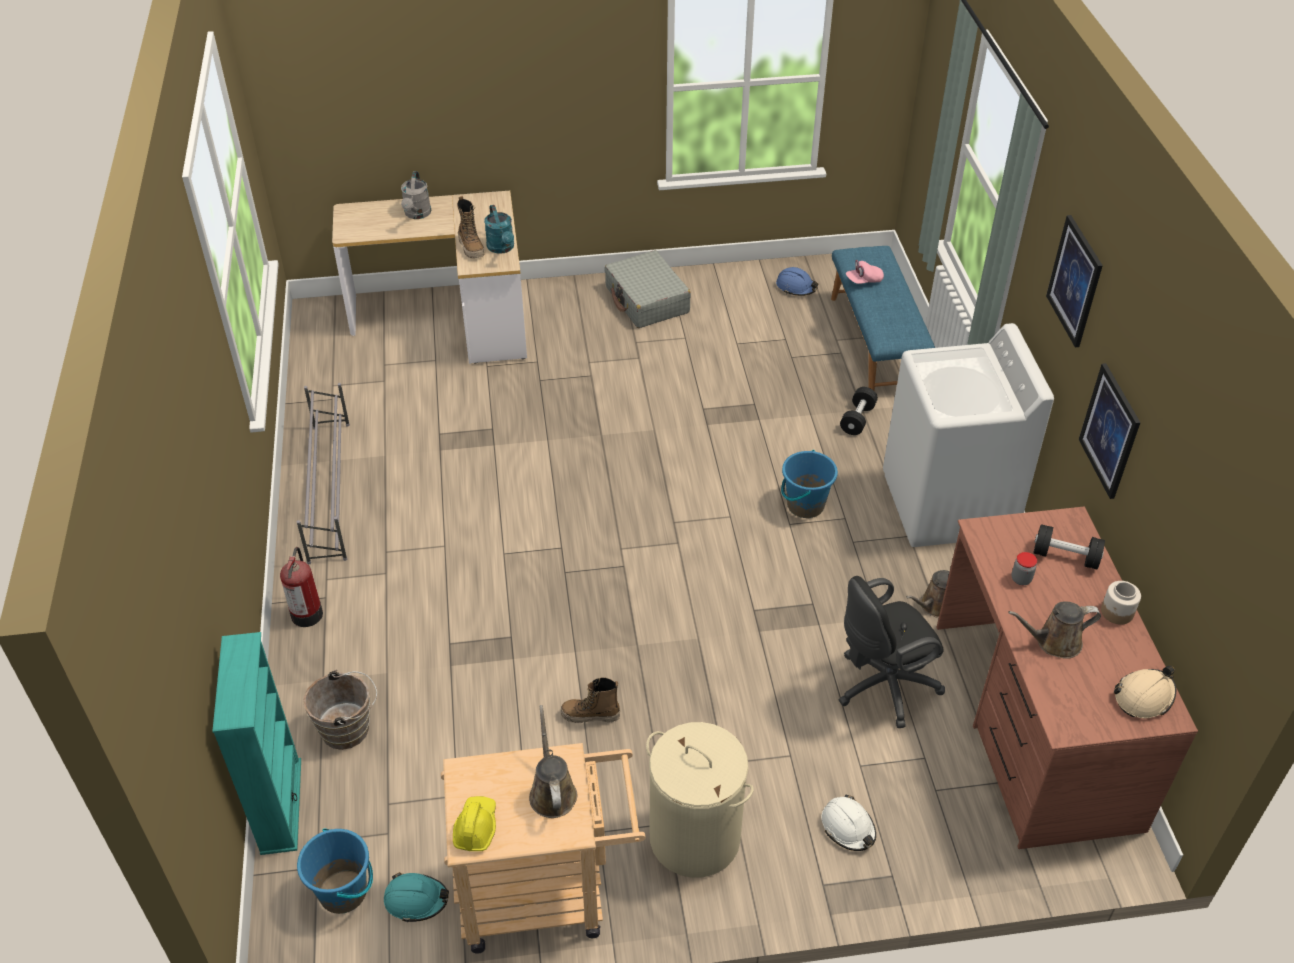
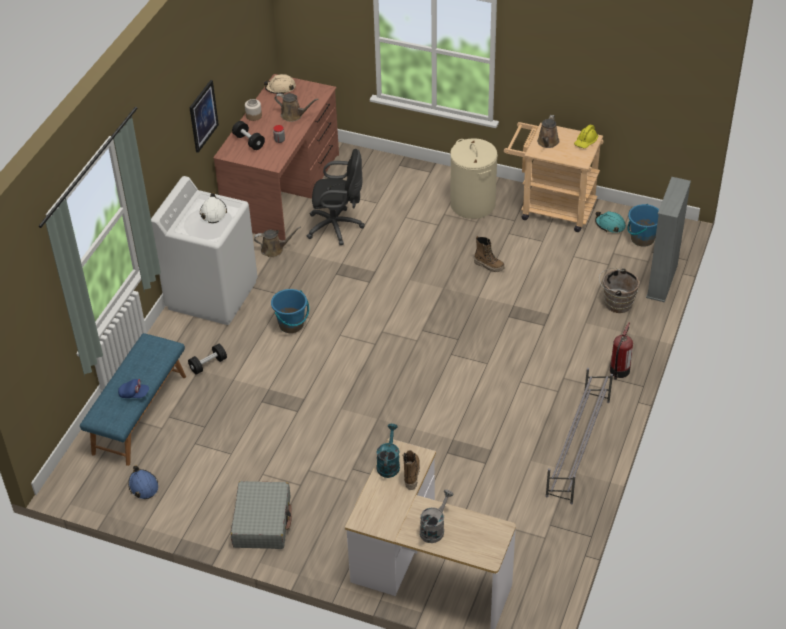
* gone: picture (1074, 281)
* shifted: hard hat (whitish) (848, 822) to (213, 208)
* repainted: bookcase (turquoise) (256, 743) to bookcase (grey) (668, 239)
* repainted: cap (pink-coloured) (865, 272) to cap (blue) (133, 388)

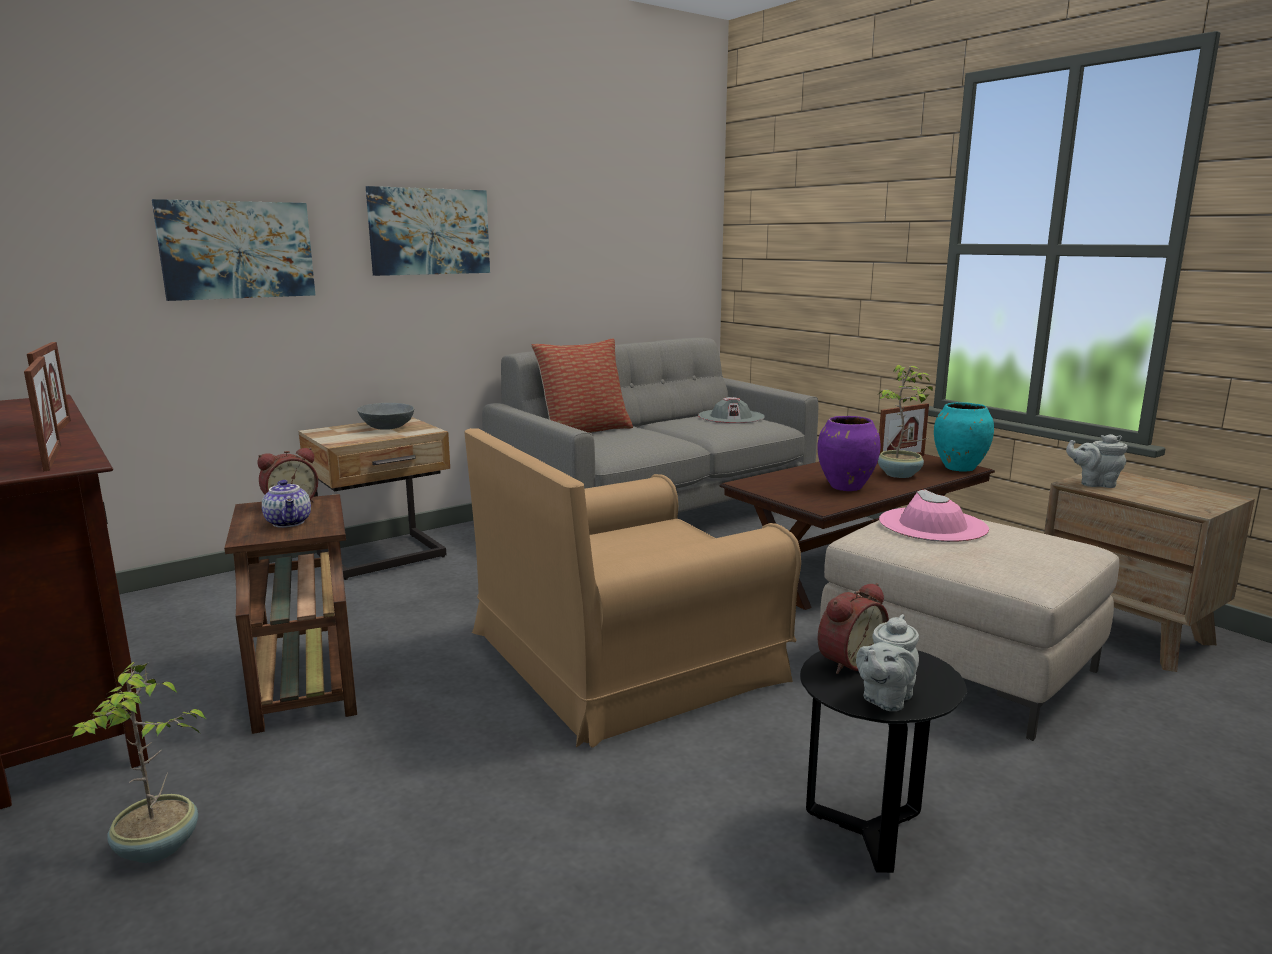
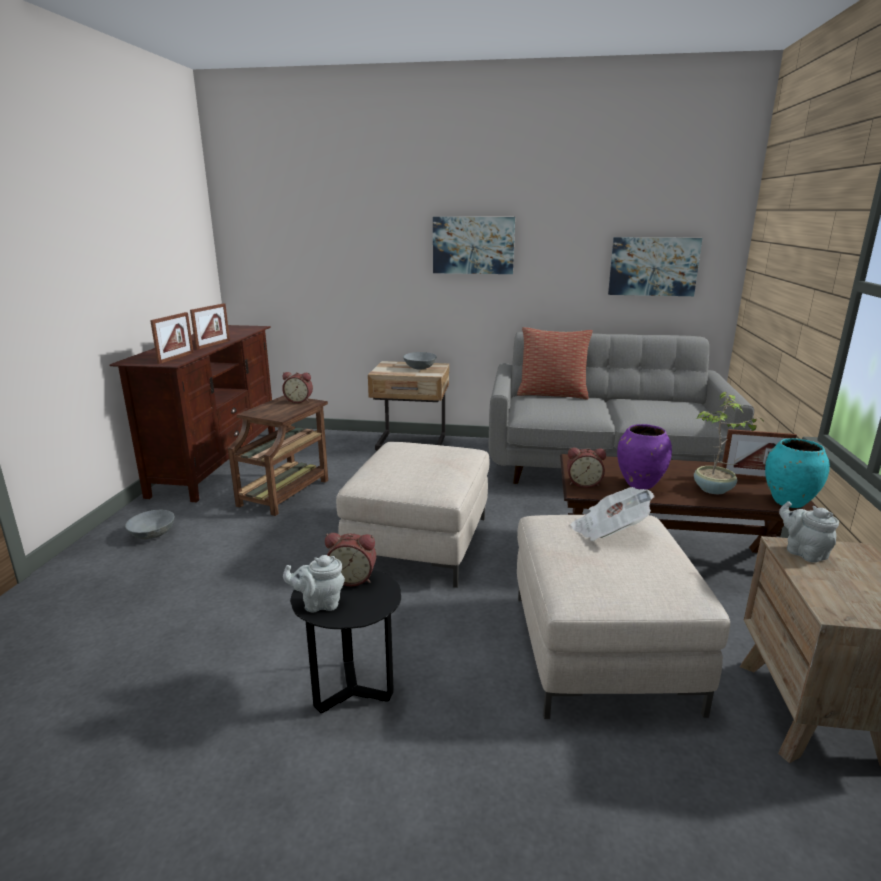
* gone: teapot (286, 504)
* gone: hat (grey) (731, 410)
* new: bedside clock (586, 467)
* shifted: picture (233, 250) to (655, 266)
* swapped: potted plant (139, 762) to bowl (grey) (149, 525)
* swapped: lounge chair (brown-coloured) (632, 588) to footrest (sand-coloured) (412, 515)
* swapped: hat (pink-coloured) (934, 516) to daily paper (612, 514)

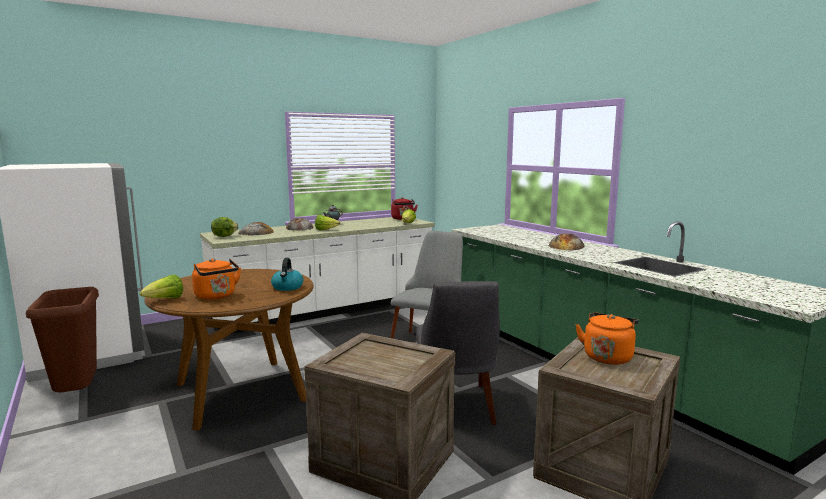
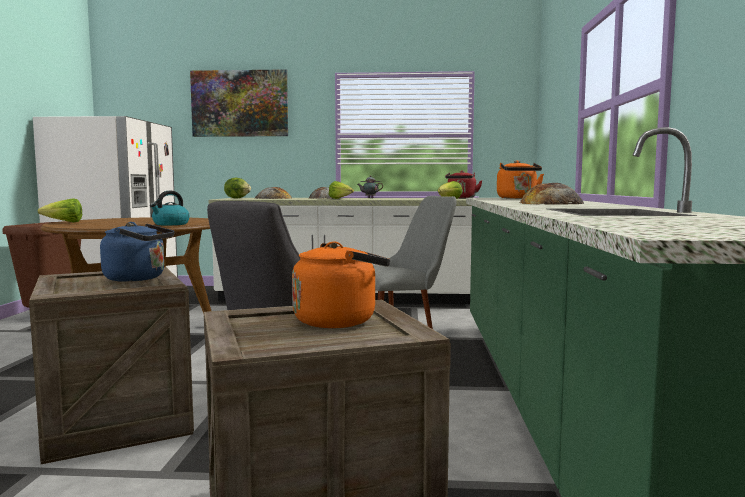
* new: water kettle (blue) (137, 252)
* new: picture (239, 103)
* shifted: water kettle (orangey) (216, 279) to (520, 179)

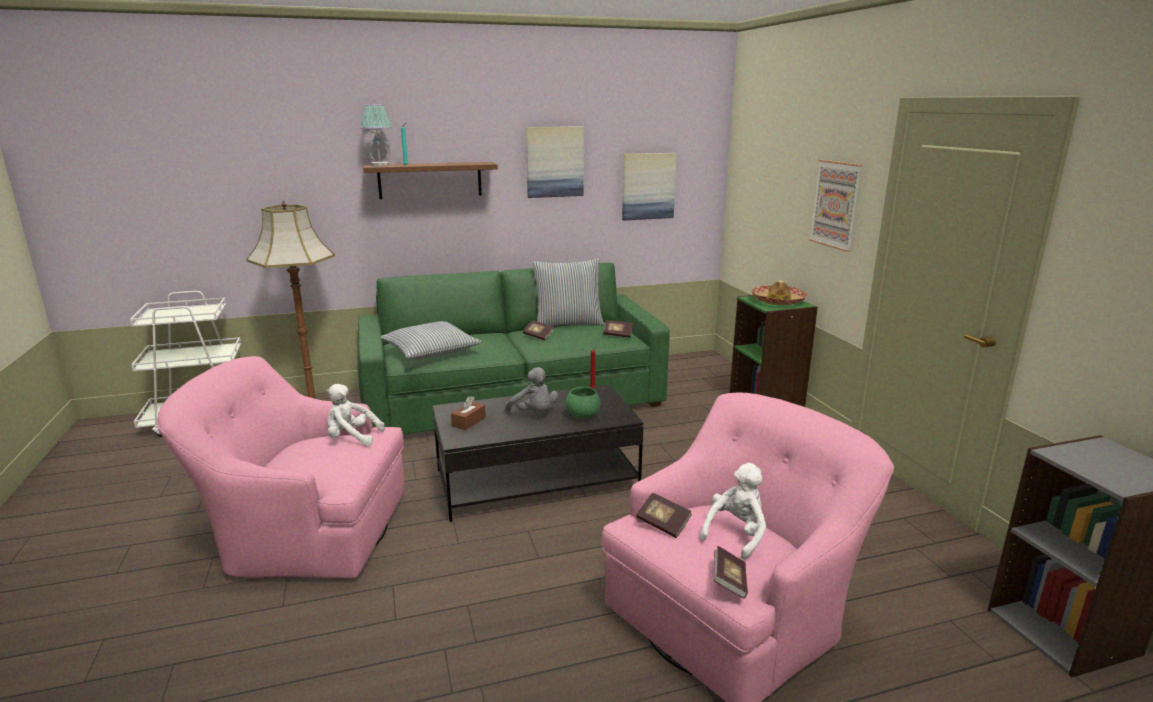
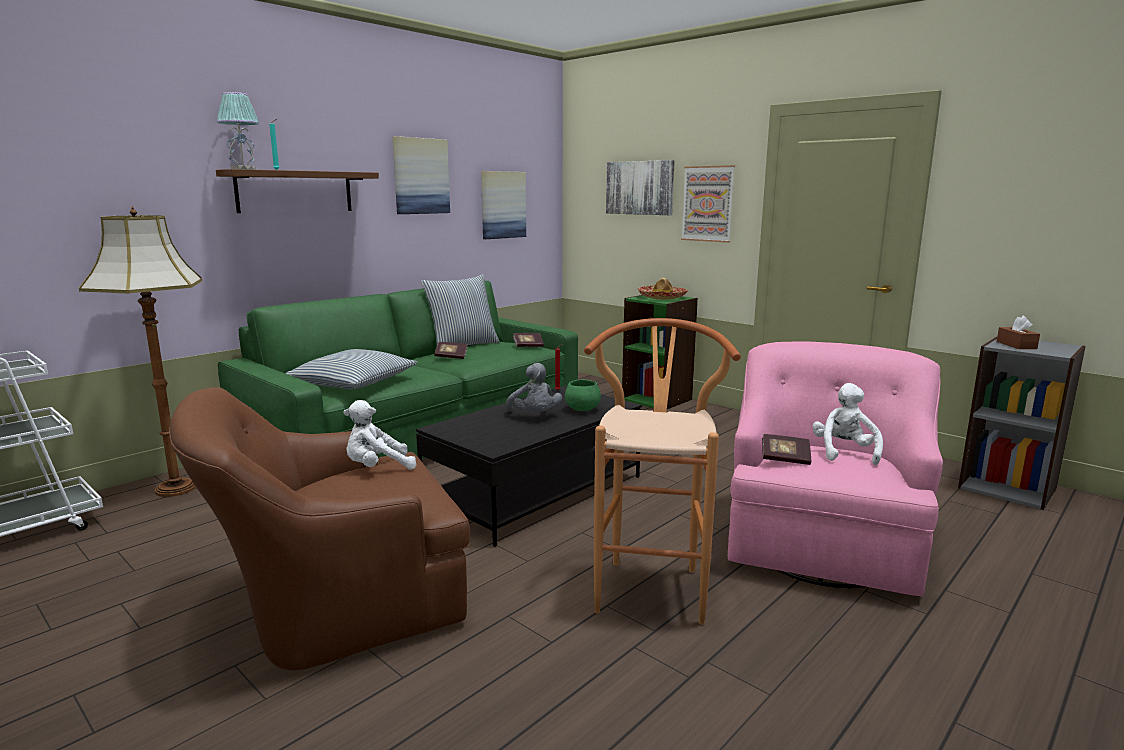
* gone: bound book (731, 572)
* new: stool (brown-coloured) (662, 471)
* new: picture (640, 187)
* shifted: tissue holder (brown-coloured) (468, 413) to (1018, 332)
* repainted: lounge chair (pink-coloured) (280, 467) to lounge chair (brown-coloured) (319, 528)
* rotated: cuddly toy (grey) (531, 389) = (534, 387) 45 degrees clockwise

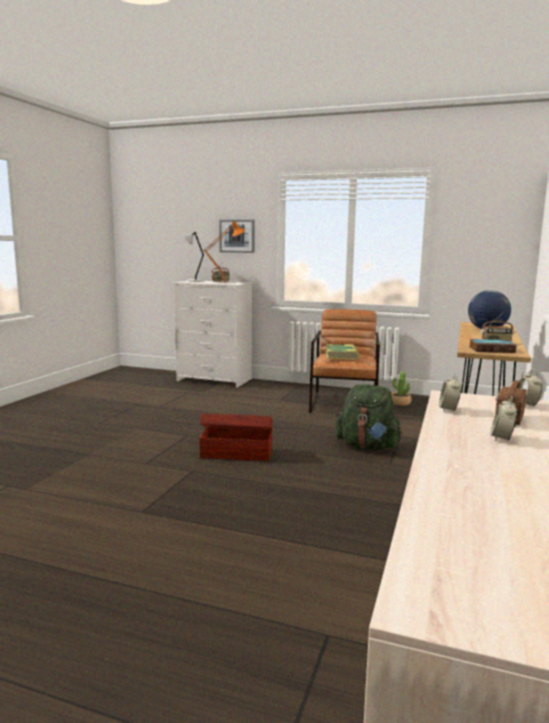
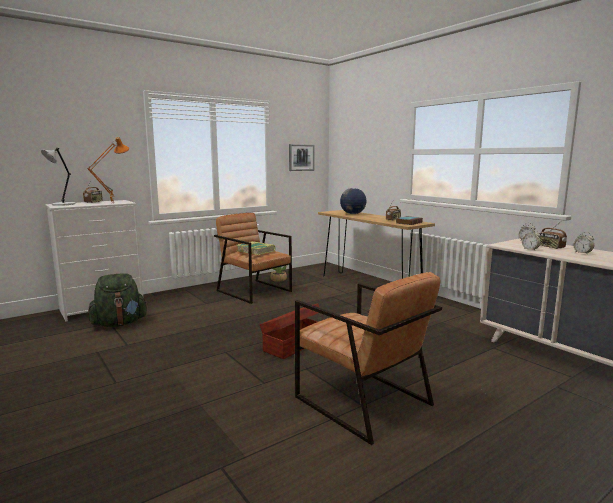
* new: lounge chair (brown-coloured) (368, 358)
* shifted: picture (237, 236) to (302, 157)
* shifted: rucksack (greenish) (369, 417) to (118, 300)

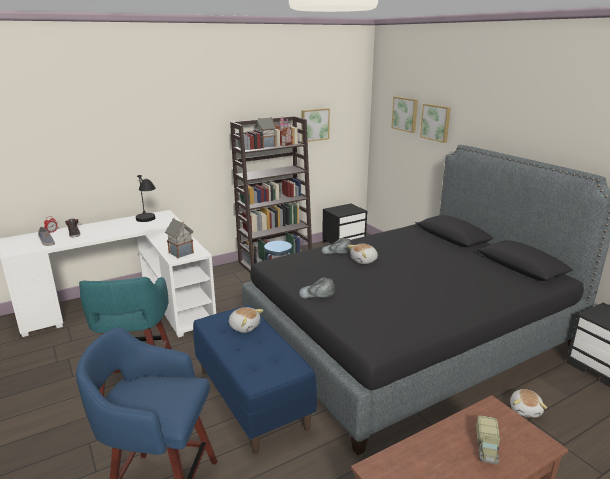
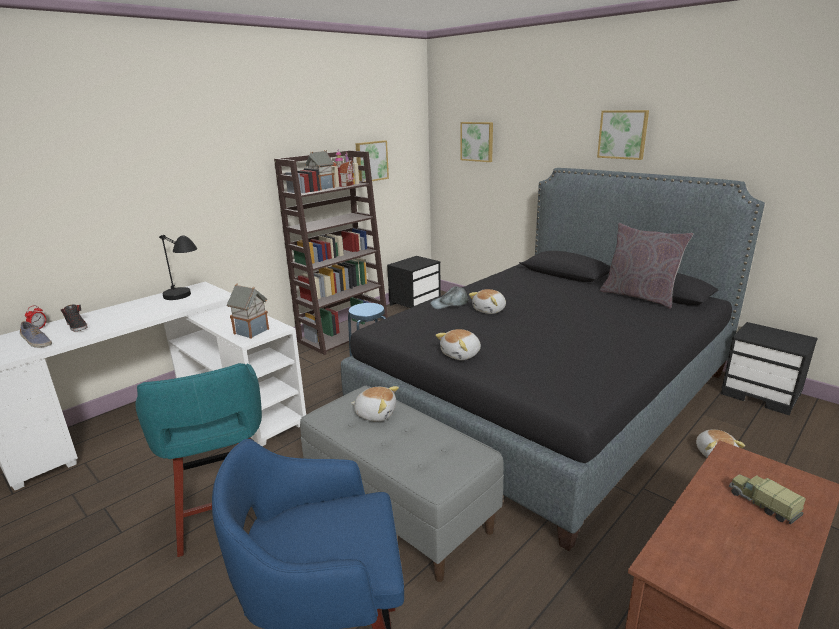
* new: cushion (grey) (646, 266)
* shifted: picture (435, 123) to (623, 135)
* swapped: cap (grey) (317, 288) to cuddly toy (458, 344)
* repainted: indoor bench (blue) (255, 379) to indoor bench (grey) (402, 484)
* rotated: toy truck (488, 439) = (767, 499) 150 degrees clockwise

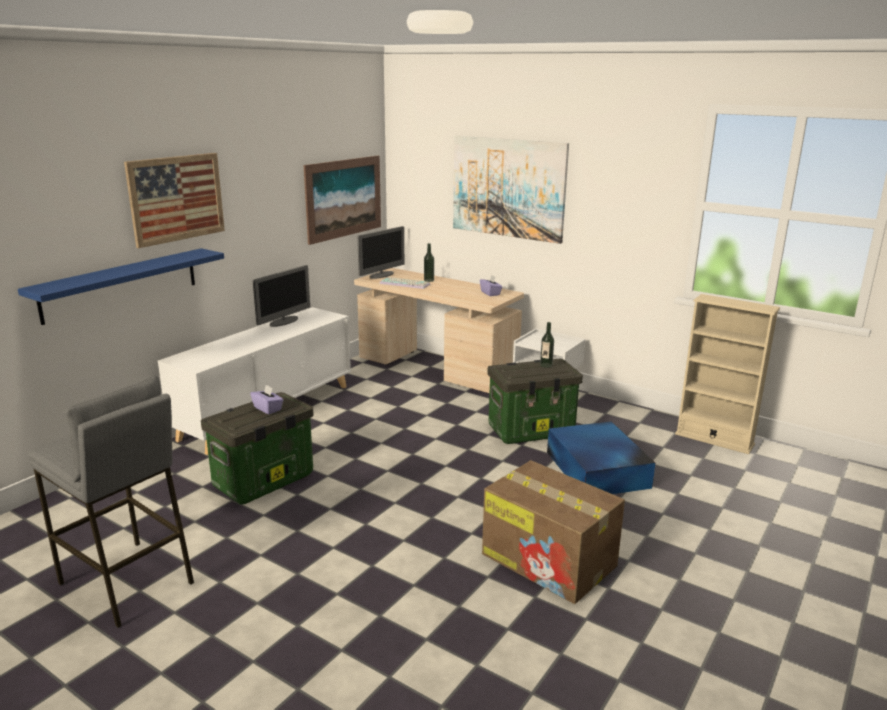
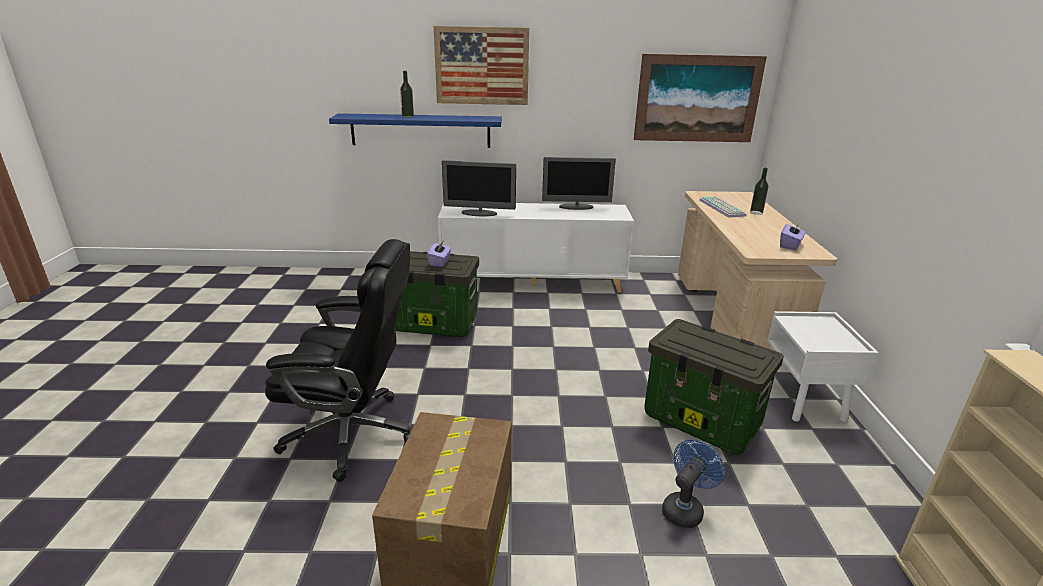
* gone: stool (grey) (111, 501)
* gone: picture (511, 190)
* new: desk chair (black-coloured) (338, 360)
* shifted: monitor (381, 252) to (479, 188)
* shifted: bottle (547, 345) to (407, 94)
* swapped: storage bin (blue) (601, 457) to fan (blue) (693, 484)

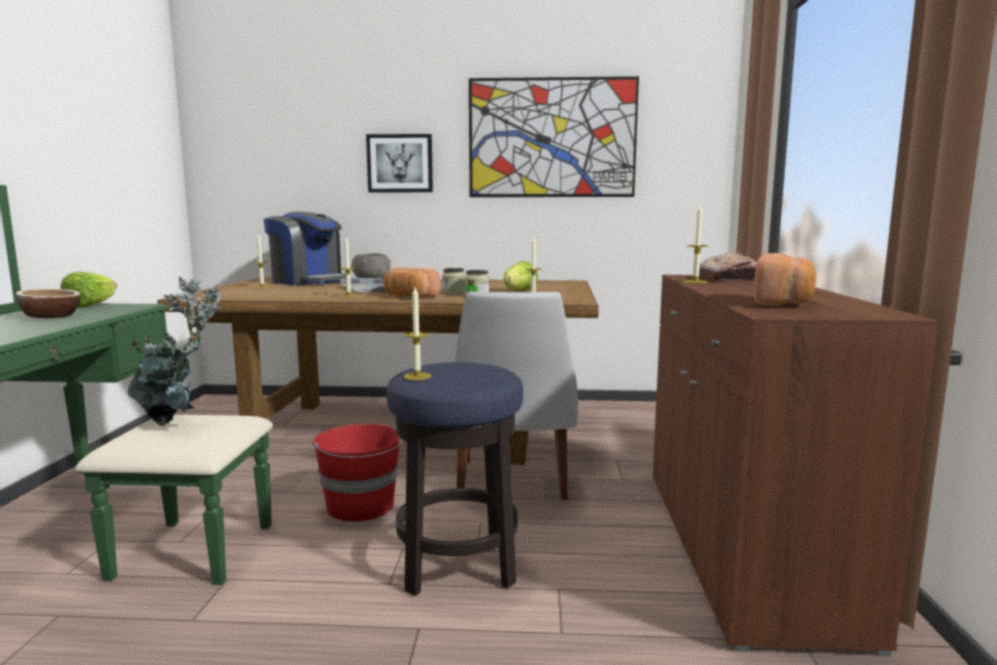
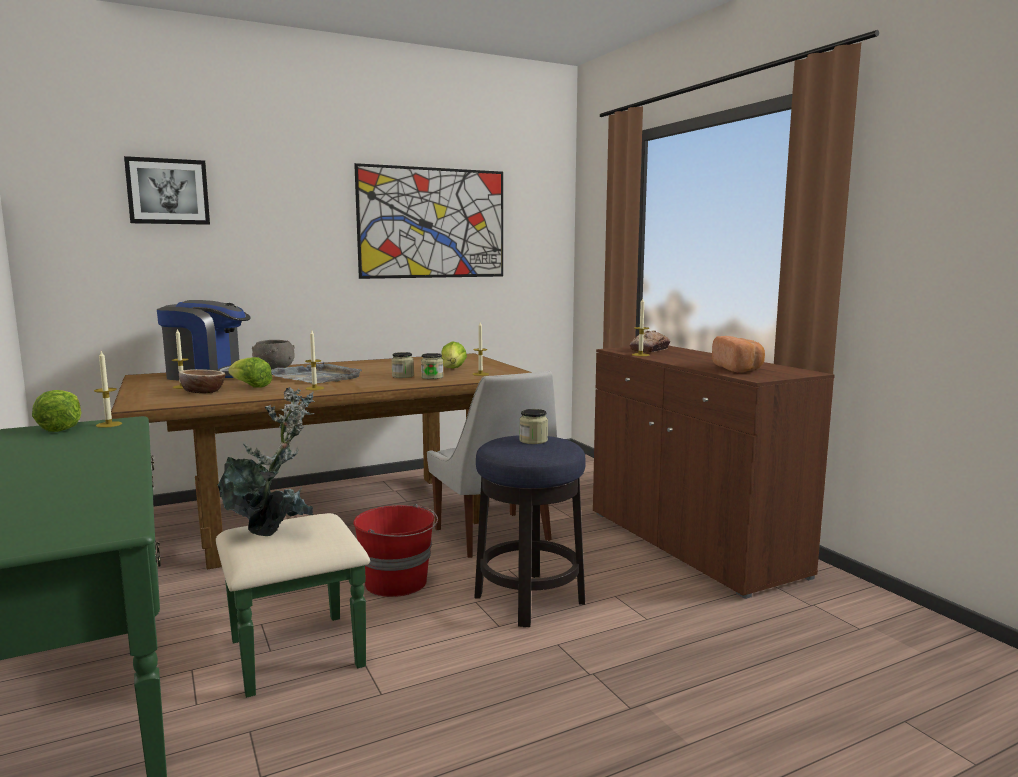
* gone: bakery bread (412, 282)
* new: head of lettuce (250, 372)
* new: storage jar (533, 426)
* shifted: bowl (48, 303) to (202, 381)
* shifted: picture (399, 163) to (167, 190)
* shifted: wax candle (417, 333) to (108, 389)

